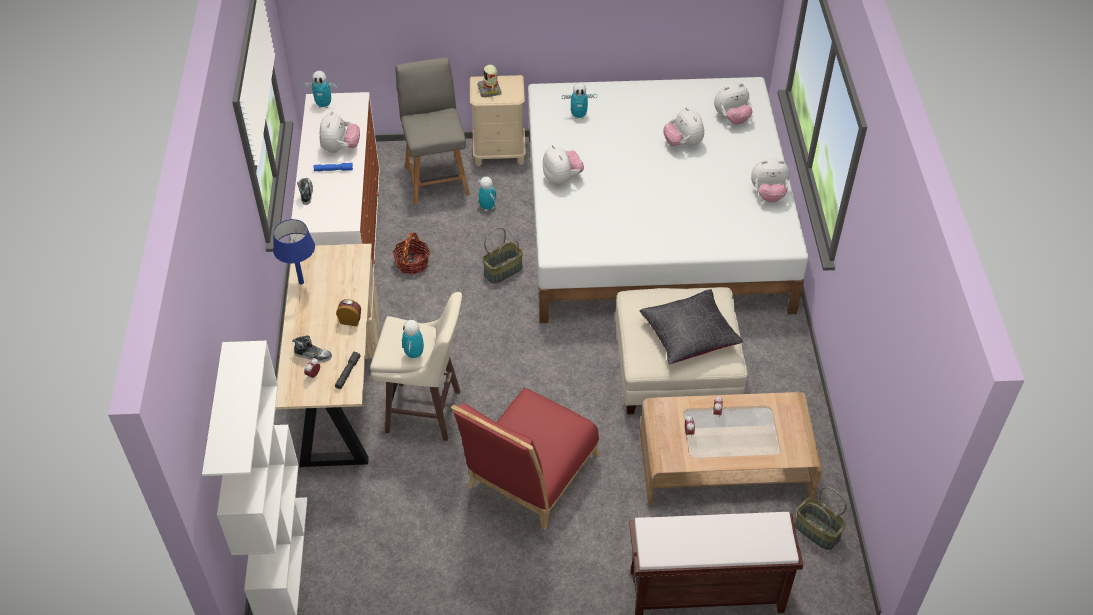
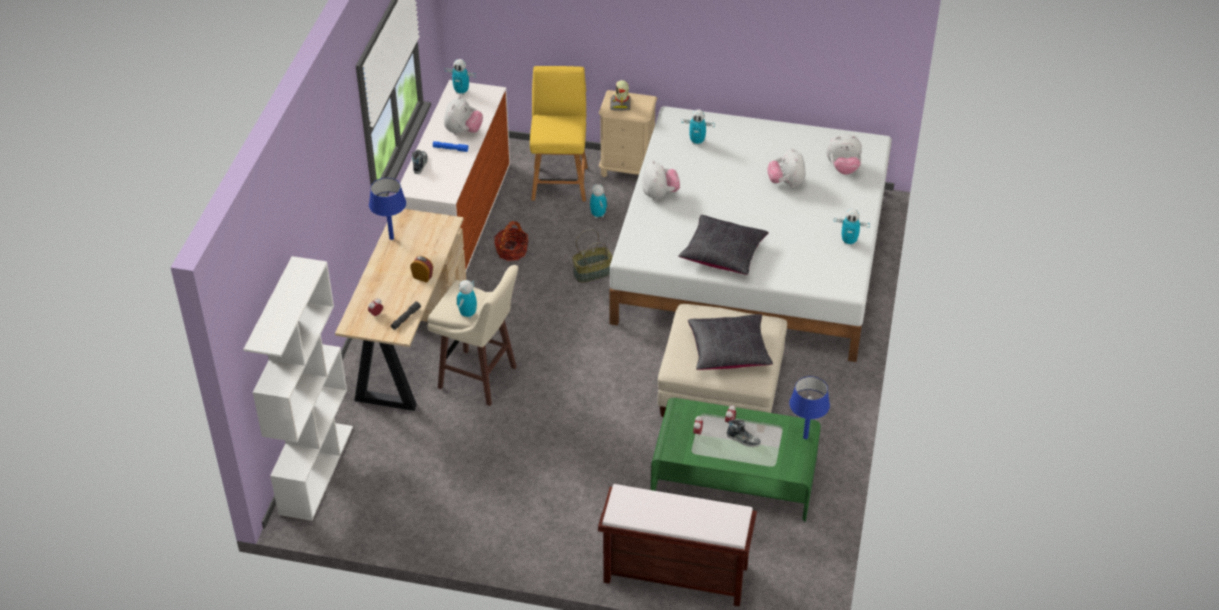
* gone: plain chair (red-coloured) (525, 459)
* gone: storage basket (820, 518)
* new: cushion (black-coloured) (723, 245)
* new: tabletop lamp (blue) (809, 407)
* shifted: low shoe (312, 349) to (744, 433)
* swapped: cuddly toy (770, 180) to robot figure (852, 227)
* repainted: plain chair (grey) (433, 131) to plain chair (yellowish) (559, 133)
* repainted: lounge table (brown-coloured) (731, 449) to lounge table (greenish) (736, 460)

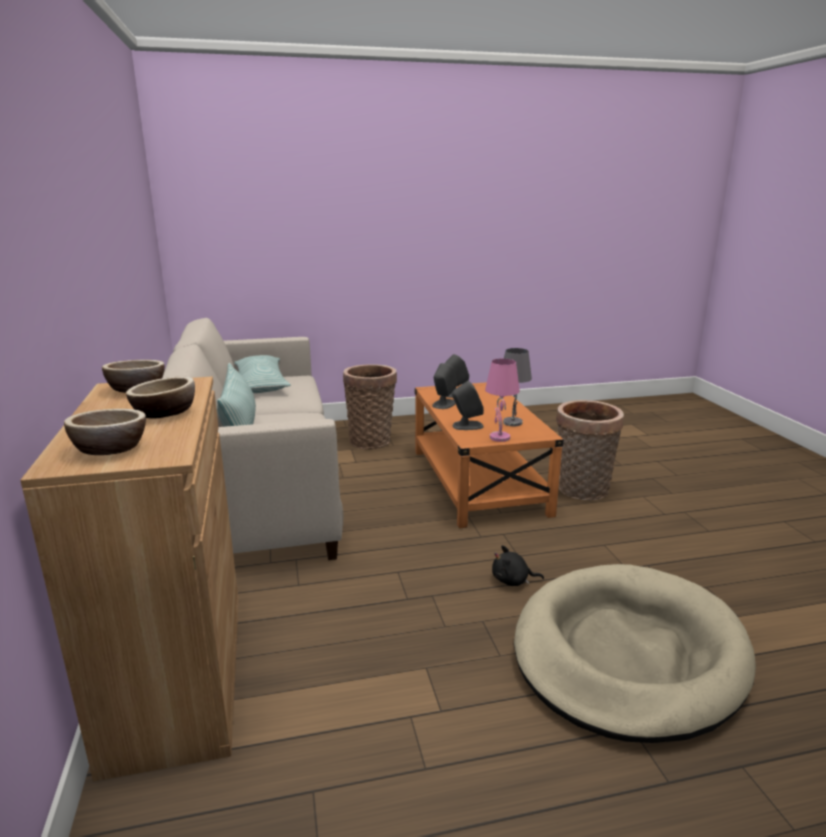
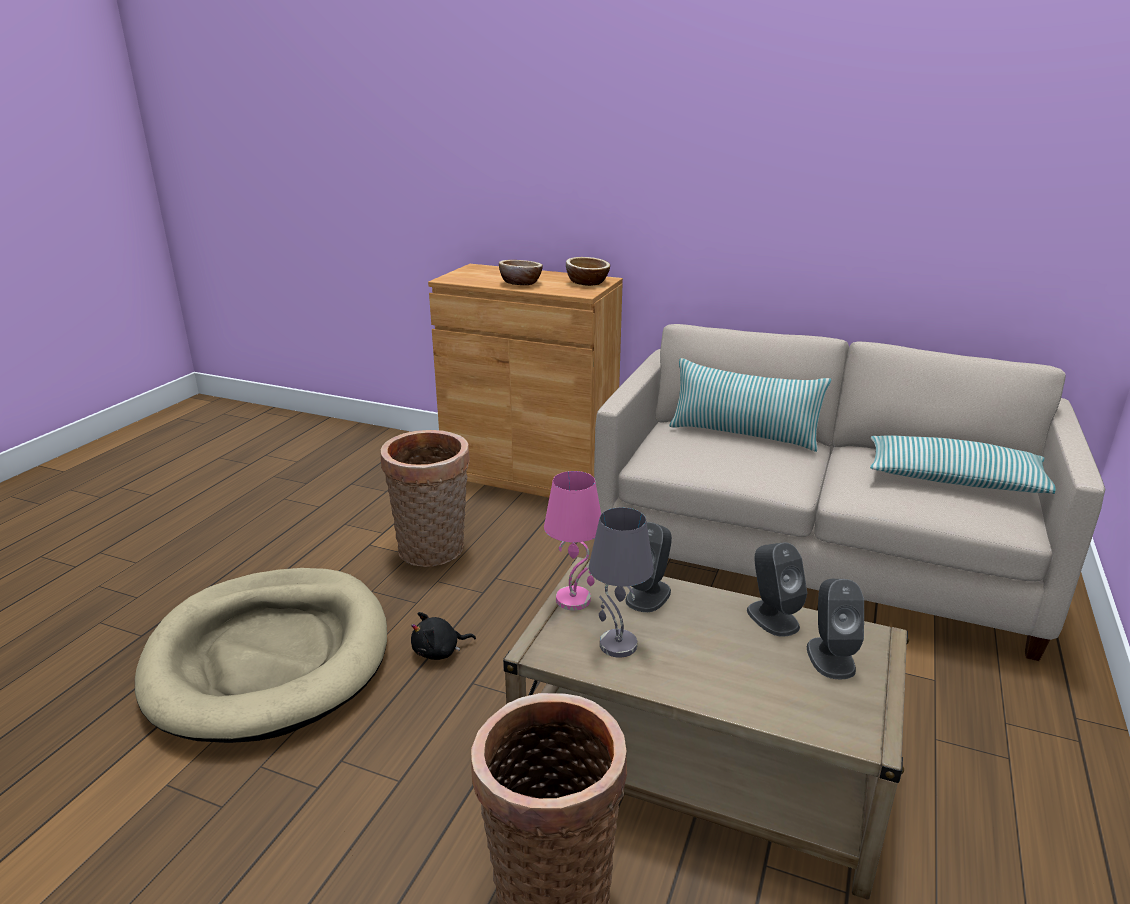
* gone: bowl (105, 432)
* shifted: storage basket (370, 406) to (425, 498)
* repainted: lounge table (orangey) (489, 455) to lounge table (sand-coloured) (706, 728)
* rotated: cuddly toy (black-coloured) (518, 565) = (443, 636) 150 degrees counterclockwise

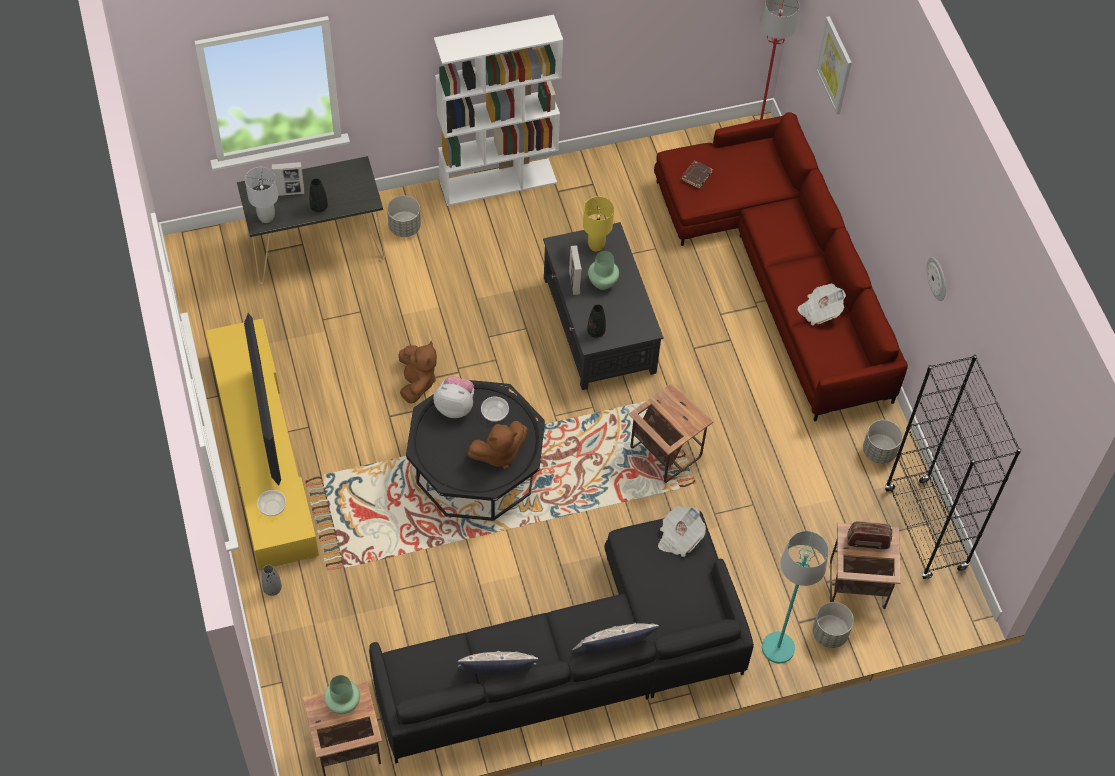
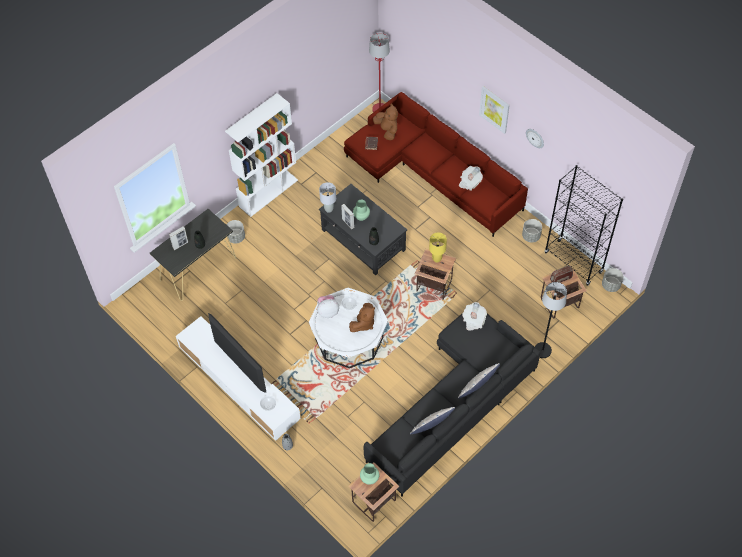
* shifted: tabletop lamp (grey) (261, 195) to (327, 197)
* shifted: cuddly toy (brown-coloured) (418, 372) to (385, 122)
* shifted: tabletop lamp (yellowish) (598, 223) to (438, 247)
* shifted: plant pot (grey) (833, 625) to (612, 280)
* shifted: picture (833, 65) to (494, 110)
* repainted: tv unit (yellowish) (262, 444) to tv unit (whitish) (238, 378)
* repainted: lounge table (black-coloured) (475, 450) to lounge table (whitish) (348, 328)
* repainted: floor lamp (turquoise) (795, 597) to floor lamp (black-coloured) (551, 320)

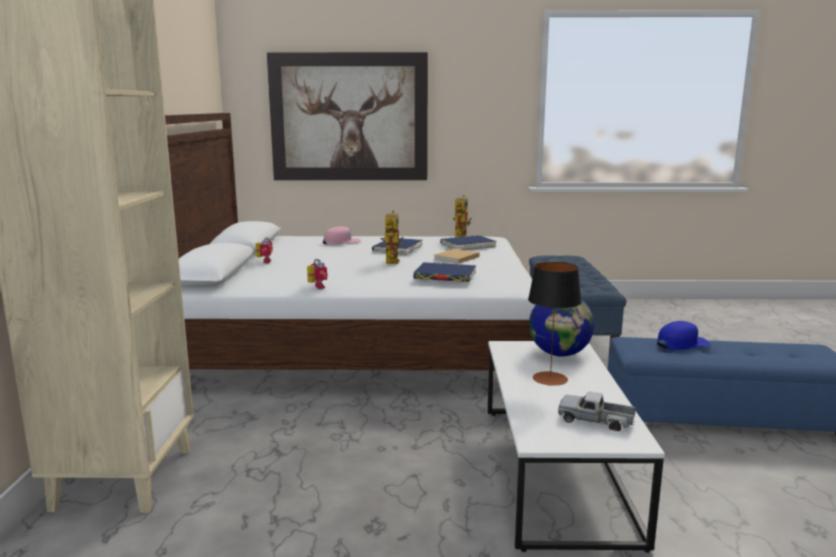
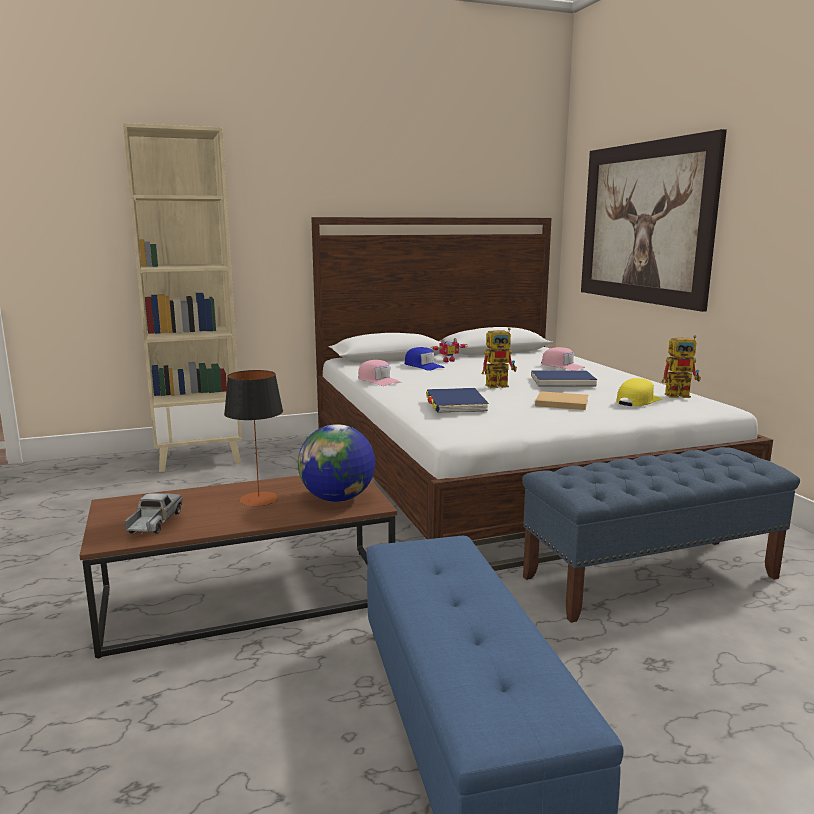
* shifted: cap (blue) (684, 335) to (425, 359)
* swapped: robot figure (317, 274) to cap (pink-coloured) (380, 373)
* swapped: bound book (blue) (468, 242) to cap (yellowish) (639, 392)
* repainted: lounge table (whitish) (576, 447) to lounge table (brown-coloured) (238, 566)

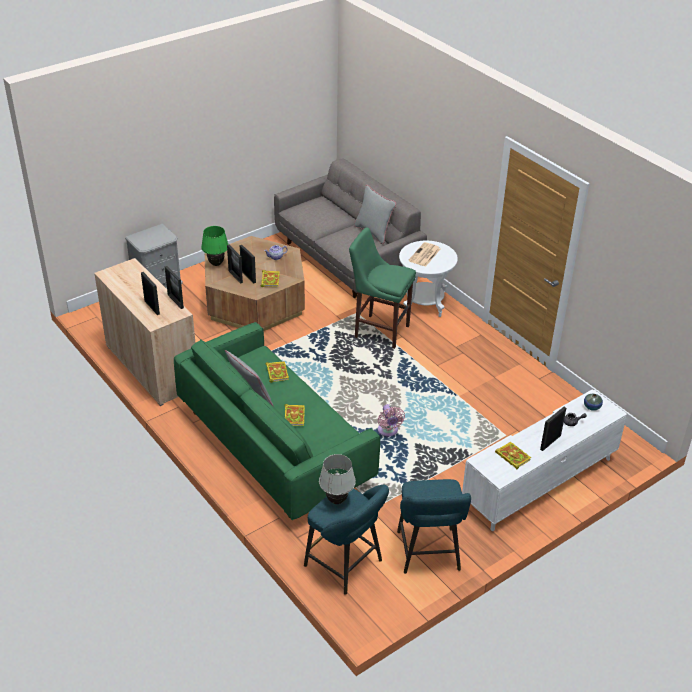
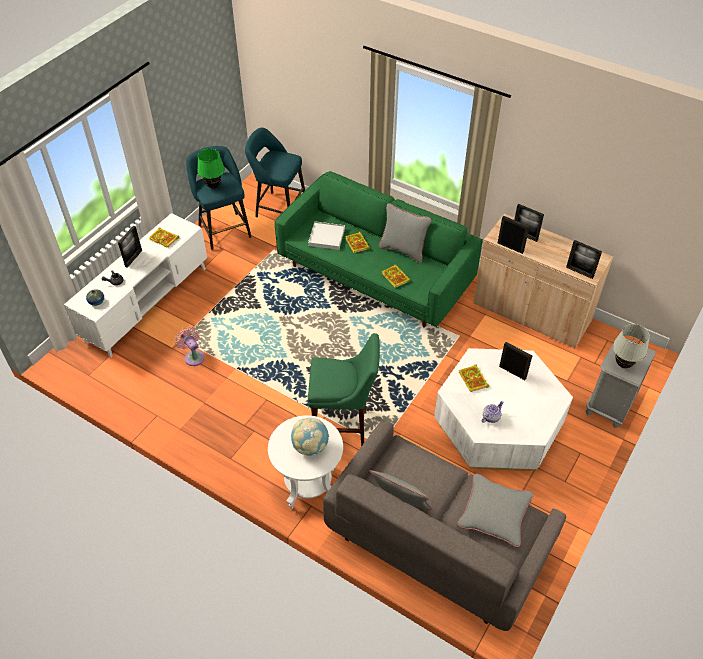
* new: carrying tray (whitish) (326, 235)
* new: cushion (grey) (495, 510)
* shifted: tabletop lamp (greenish) (215, 246) to (211, 169)
* shifted: standing frame (248, 264) to (584, 259)
* shifted: tabletop lamp (whitish) (337, 479) to (631, 346)
* shifted: fan (pink-coloured) (391, 420) to (190, 346)
* swapped: daily paper (424, 254) to globe (310, 437)
* repainted: lounge table (brown-coloured) (255, 283) to lounge table (whitish) (503, 409)

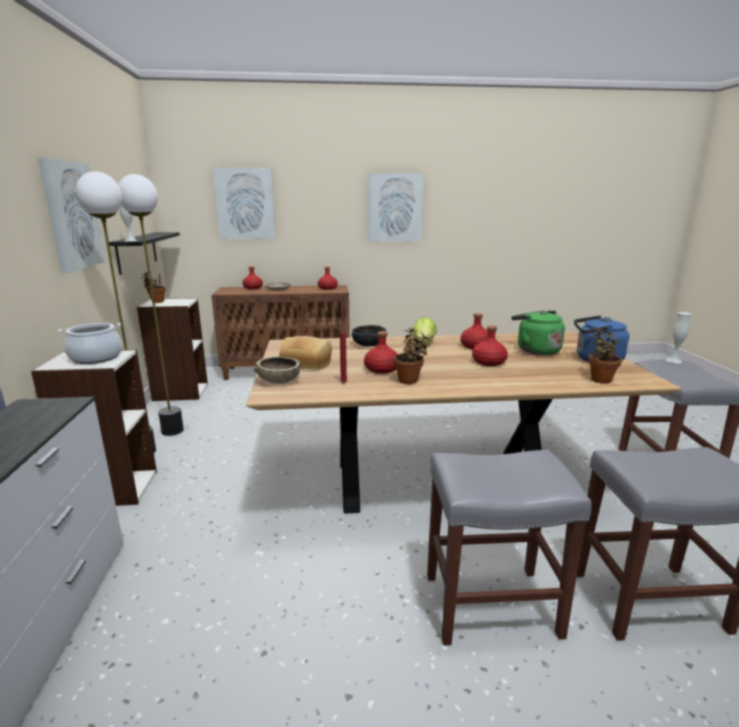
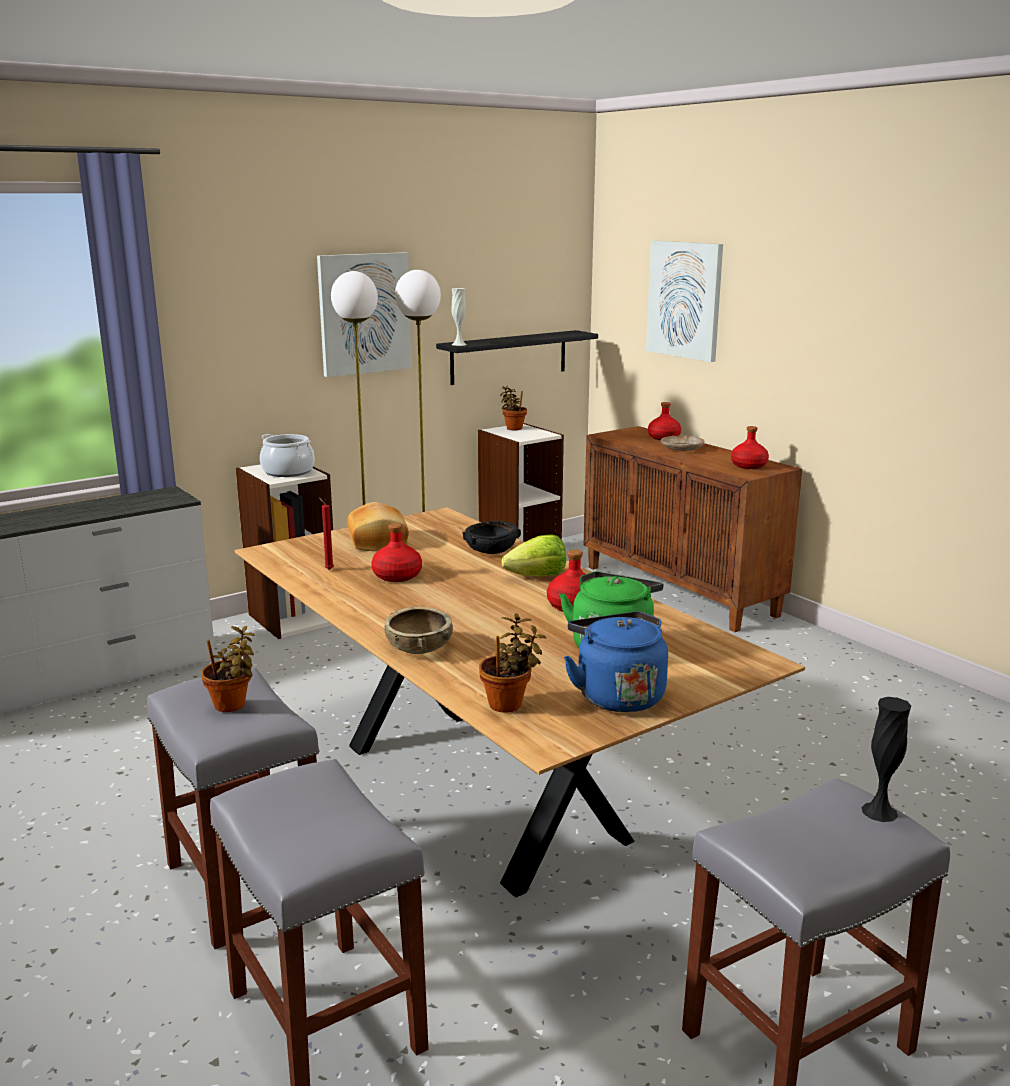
* gone: picture (396, 207)
* gone: bottle (red-coloured) (490, 346)
* shifted: bowl (brown-coloured) (277, 370) to (418, 630)
* shifted: potted plant (412, 356) to (228, 669)
* repainted: vase (whitish) (679, 337) to vase (black-coloured) (886, 759)

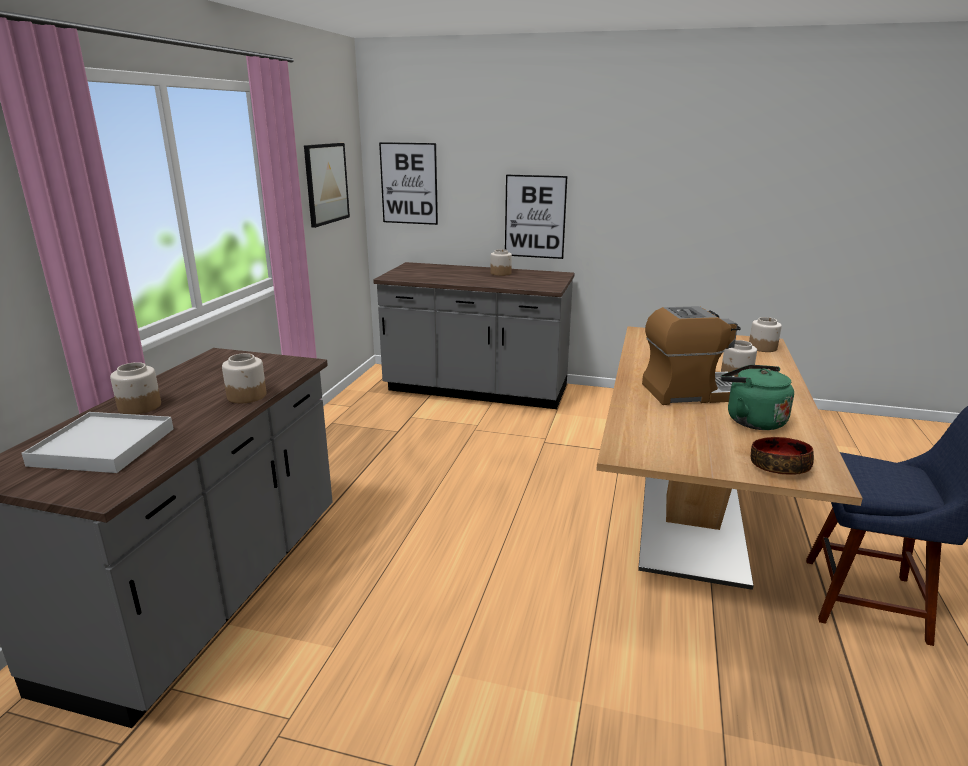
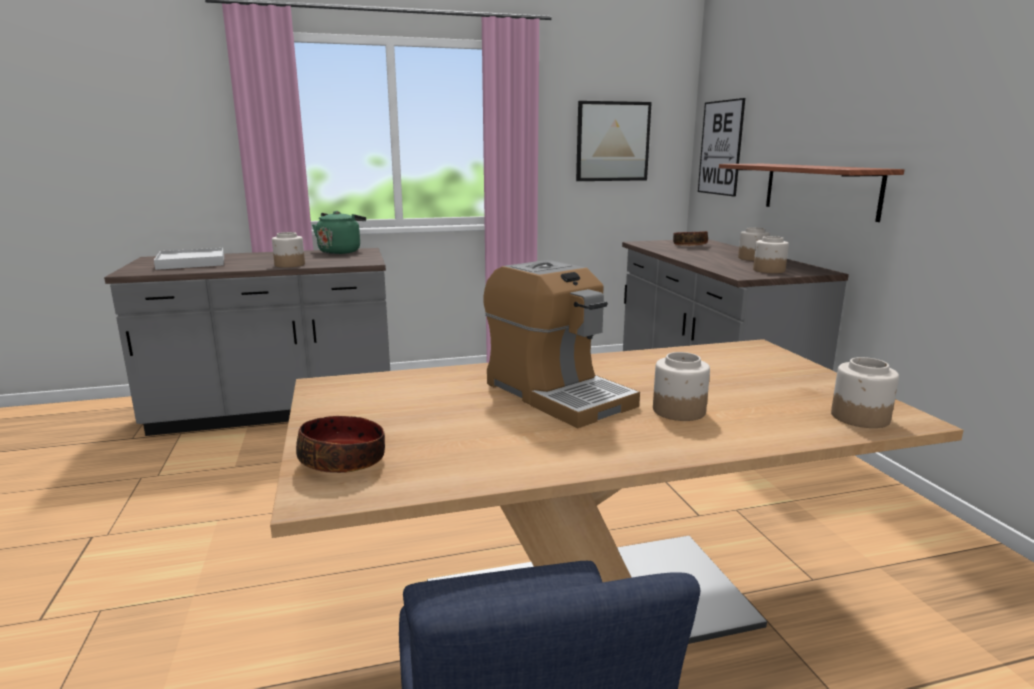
* new: bowl (690, 238)
* shifted: storage jar (135, 388) to (771, 254)
* shifted: water kettle (greenish) (757, 397) to (339, 232)
* swapped: picture (536, 217) to wall shelf (811, 193)

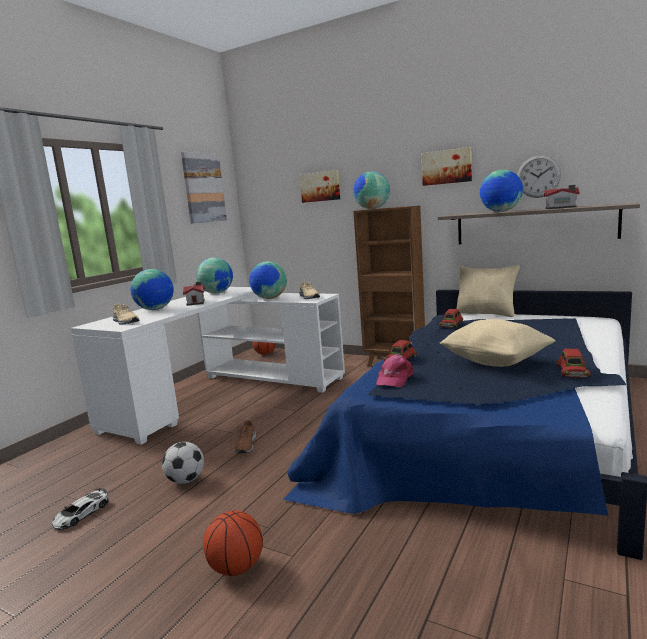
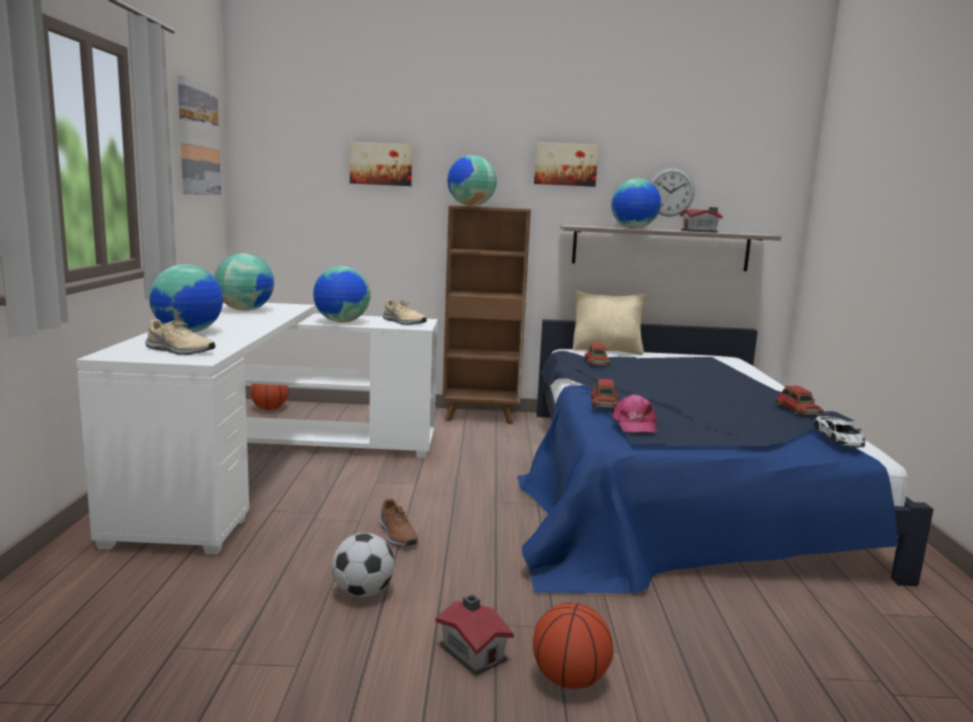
* gone: cushion (sand-coloured) (498, 343)
* shifted: model car (80, 509) to (840, 430)
* shifted: miniature house (194, 293) to (475, 635)

